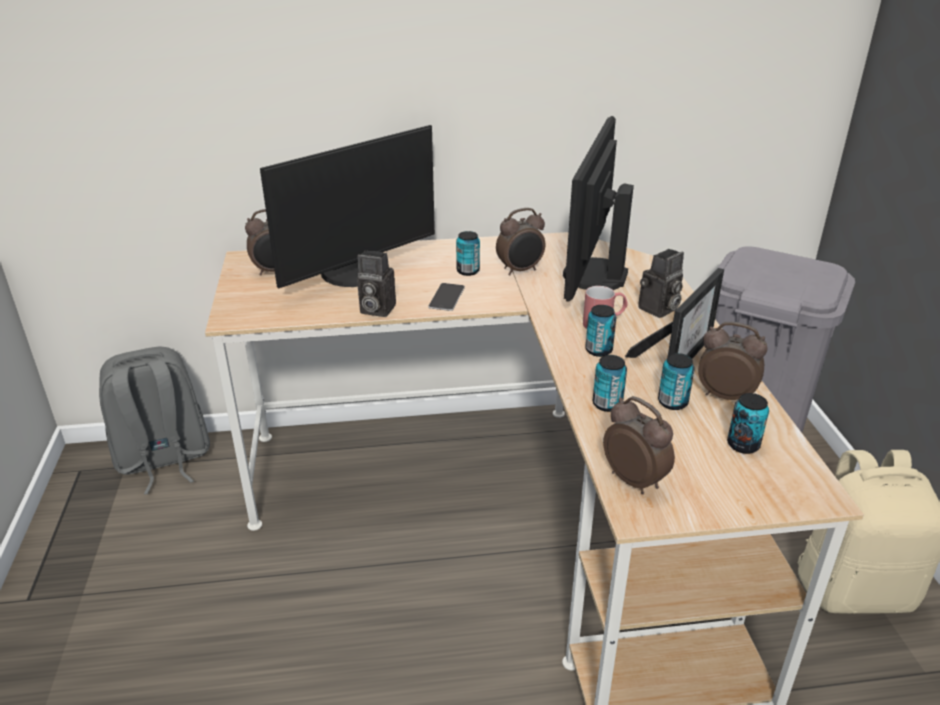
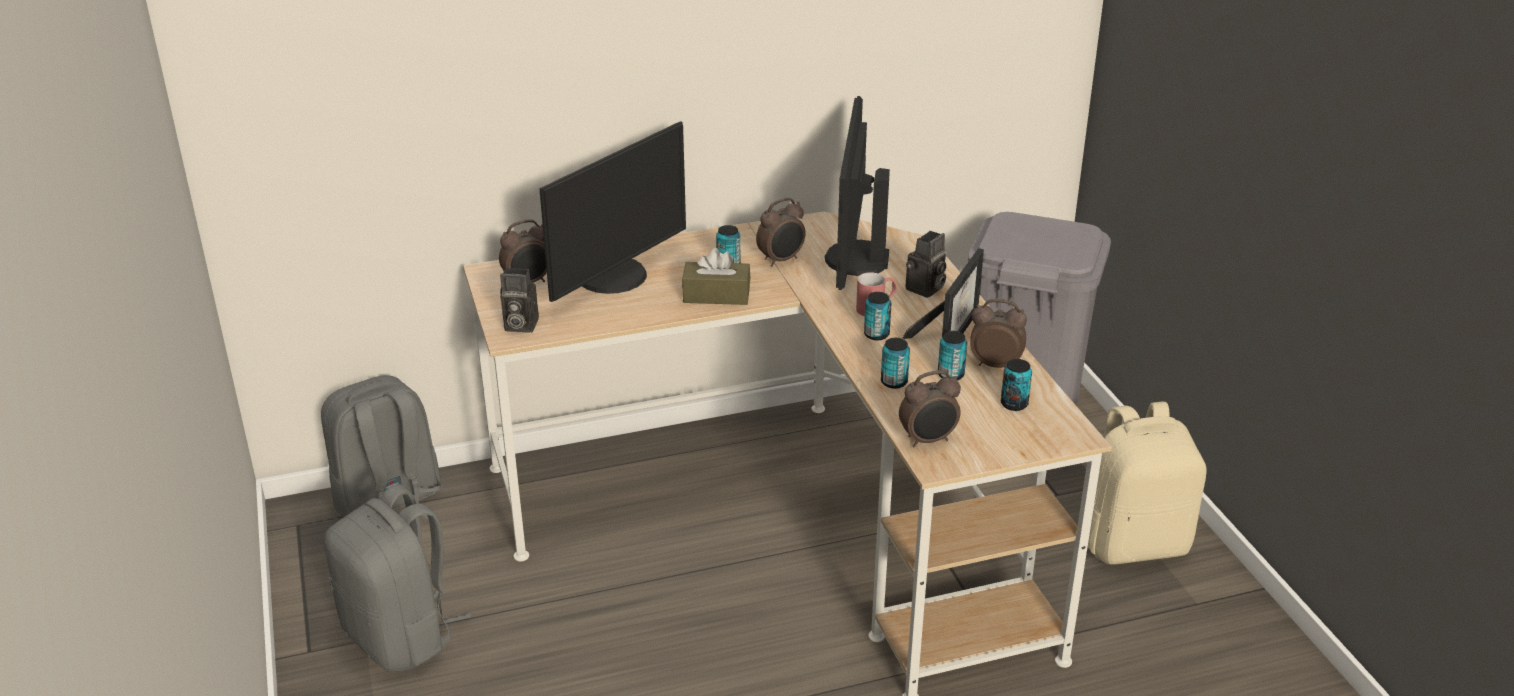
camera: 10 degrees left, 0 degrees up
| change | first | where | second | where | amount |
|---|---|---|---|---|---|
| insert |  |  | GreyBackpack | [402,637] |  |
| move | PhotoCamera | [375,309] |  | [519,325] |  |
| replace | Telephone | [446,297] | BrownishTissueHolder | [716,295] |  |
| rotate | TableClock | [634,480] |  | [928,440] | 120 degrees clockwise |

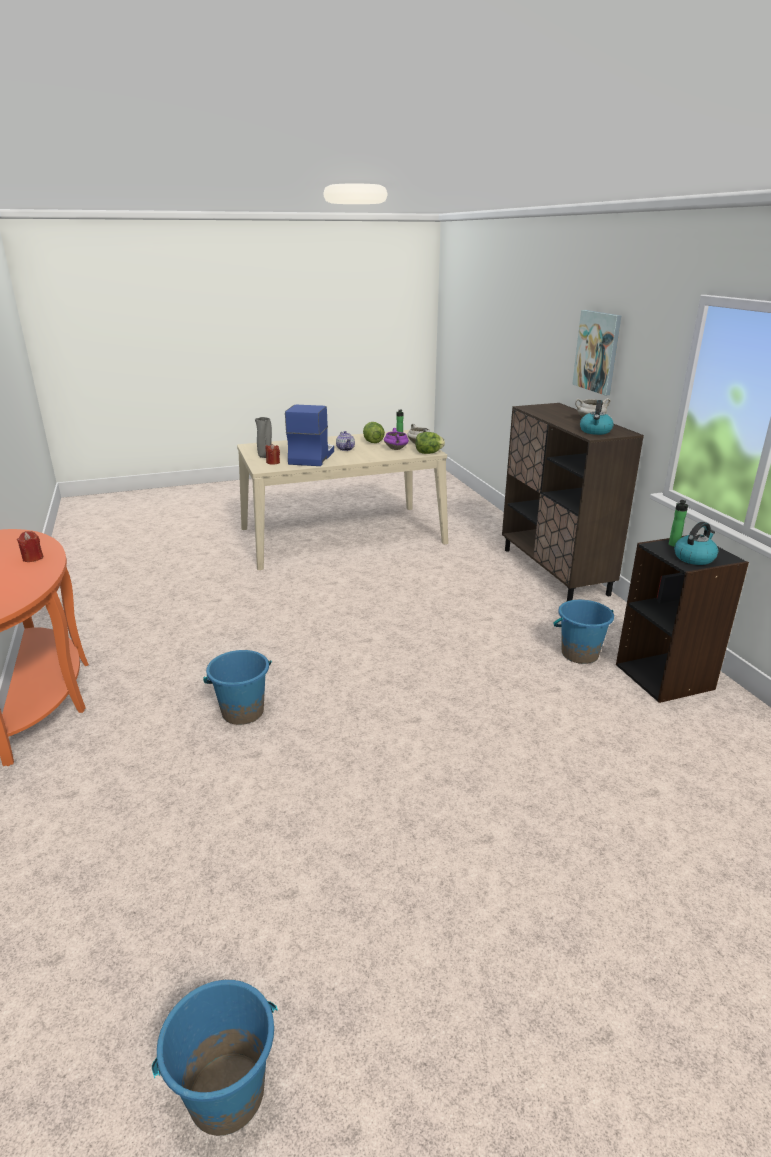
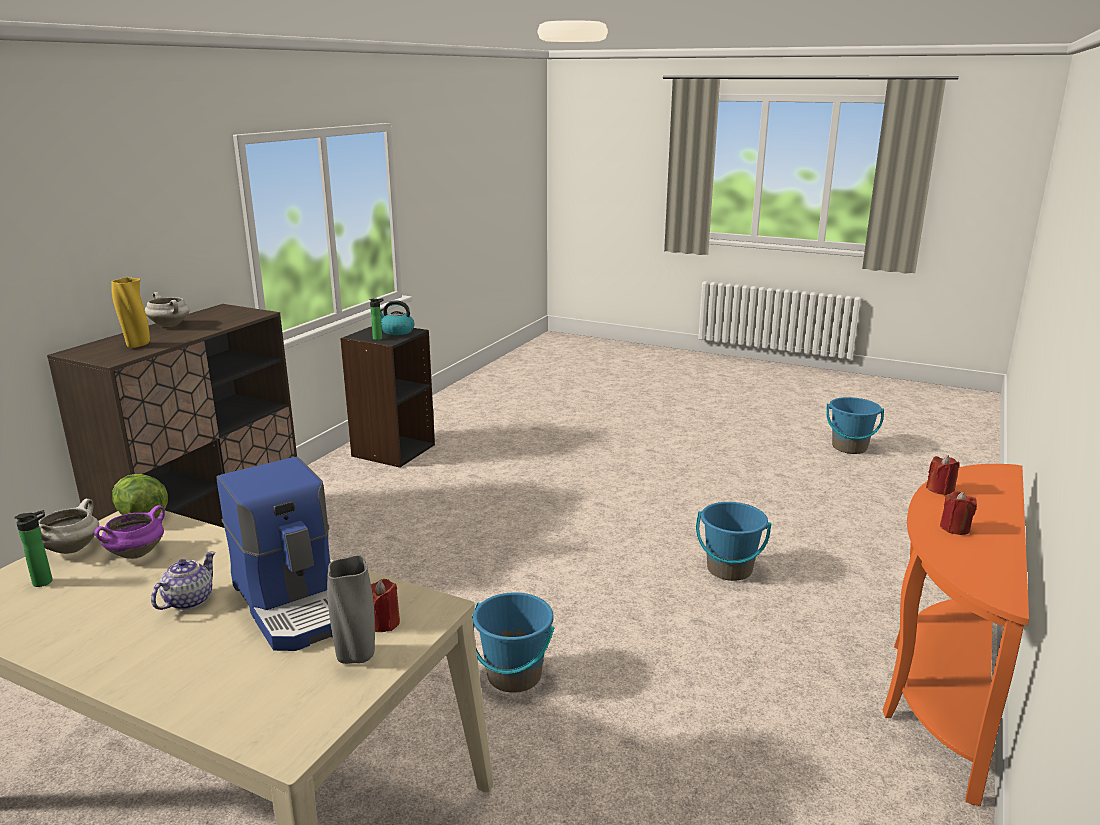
camera: 135 degrees left, 5 degrees down
| change | first | where | second | where | amount |
|---|---|---|---|---|---|
| delete | LettuceHead | [373,442] |  |  |  |
| delete | Picture | [597,351] |  |  |  |
| delete | WaterKettle | [595,431] |  |  |  |
| insert |  |  | YellowColouredDecorativeVase | [137,345] |  |
| insert |  |  | RedCandle | [940,489] |  |
| move | BlueWaterBucket | [579,654] |  | [514,676] |  |
| rotate | CoffeeMachine | [311,457] |  | [296,604] | 90 degrees counterclockwise |

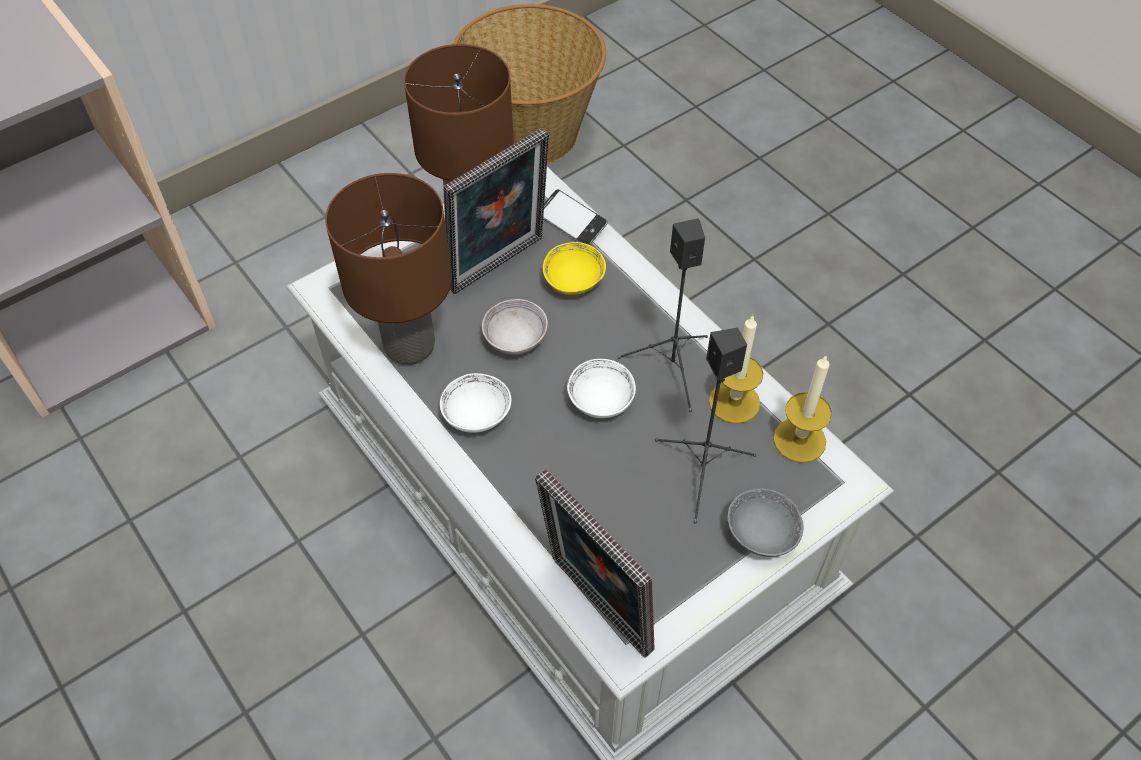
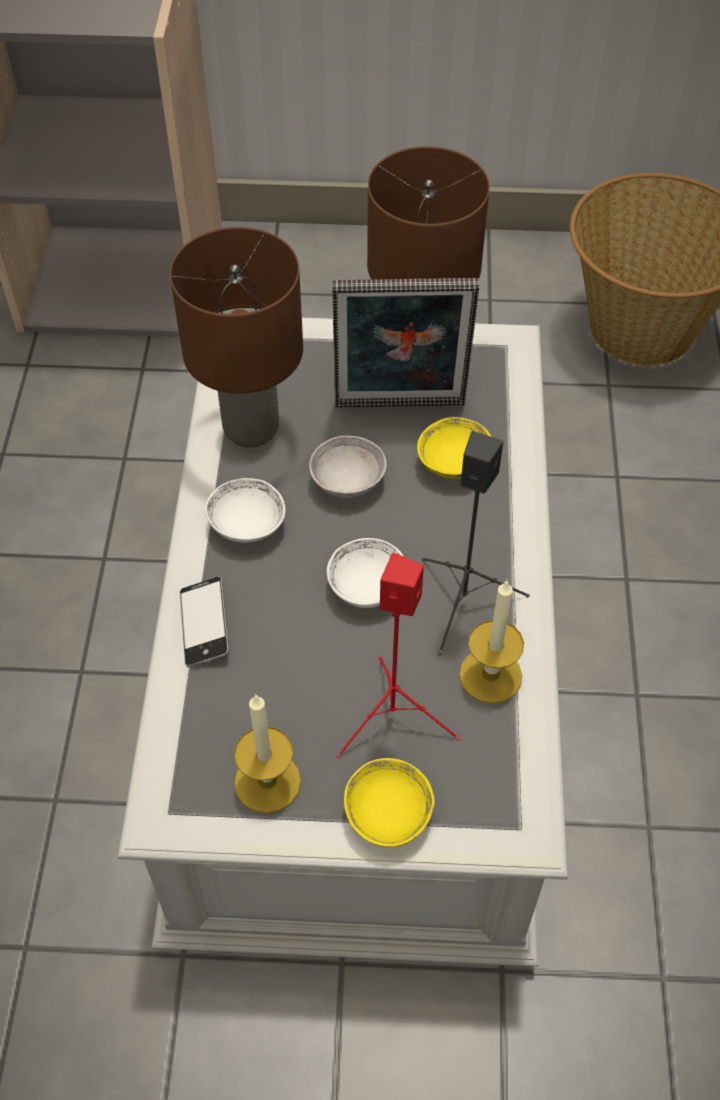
camera: 40 degrees right, 0 degrees up
| change | first | where | second | where | amount |
|---|---|---|---|---|---|
| delete | PictureFrame | [595,609] |  |  |  |
| move | Telephone | [571,222] |  | [204,626] |  |
| move | Candle | [799,440] |  | [267,782] |  |
| recolor | BlackishSpeaker | [702,473] | RedSpeaker | [391,718] |  |
| recolor | GreyServingBowl | [761,533] | YellowColouredServingBowl | [388,814] |  |

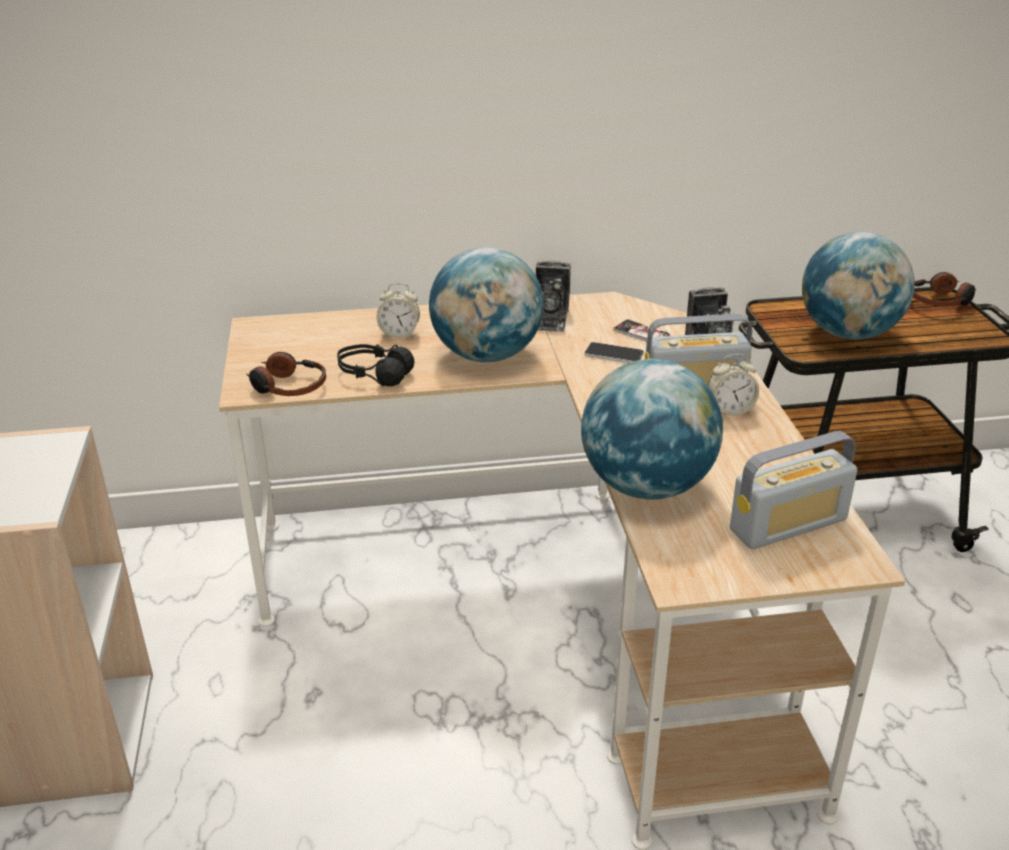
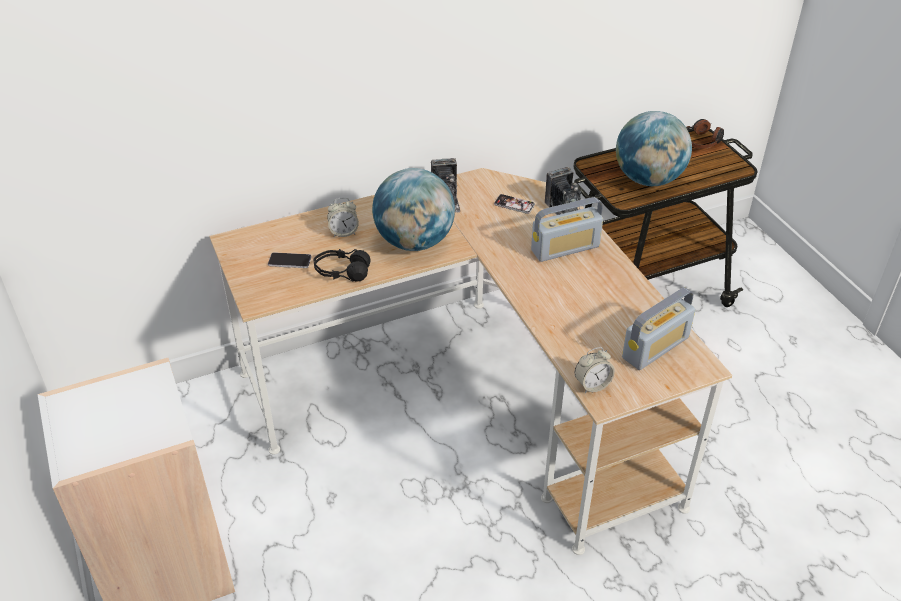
camera: 15 degrees left, 10 degrees up
| change | first | where | second | where | amount |
|---|---|---|---|---|---|
| delete | Headphones | [288,386] |  |  |  |
| delete | Globe | [647,486] |  |  |  |
| move | Telephone | [613,354] |  | [289,261] |  |
| move | TableClock | [730,410] |  | [592,385] |  |

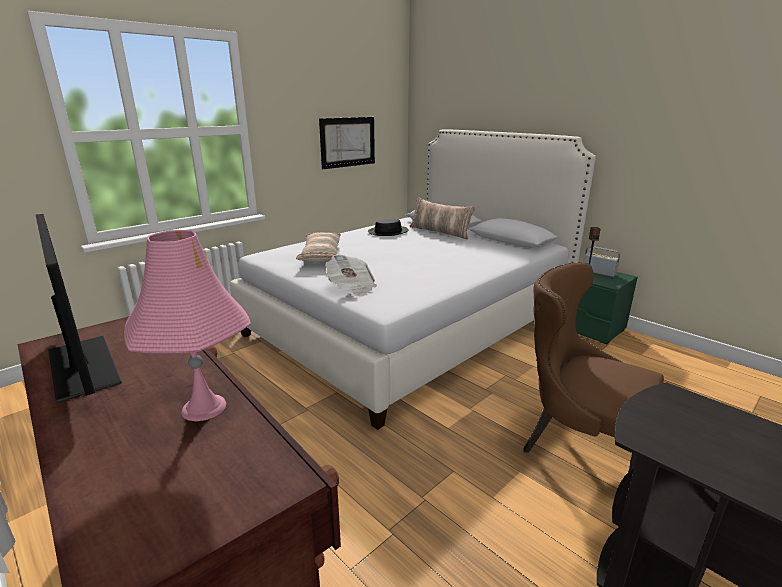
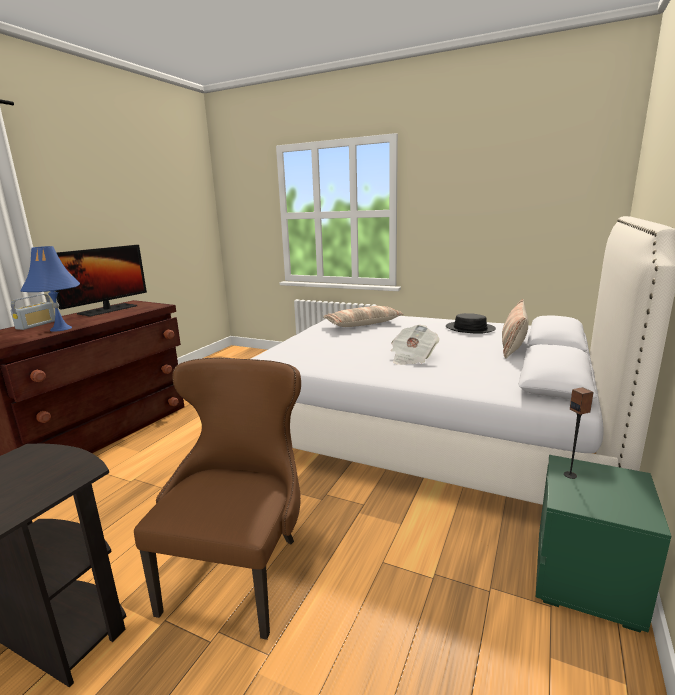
camera: 70 degrees right, 5 degrees down
| change | first | where | second | where | amount |
|---|---|---|---|---|---|
| delete | Picture | [348,142] |  |  |  |
| move | PrintedPaper | [351,288] |  | [412,358] |  |
| move | RadioReceiver | [598,272] |  | [36,325] |  |
| recolor | PinkTableLamp | [204,407] | BlueTableLamp | [61,328] |  |

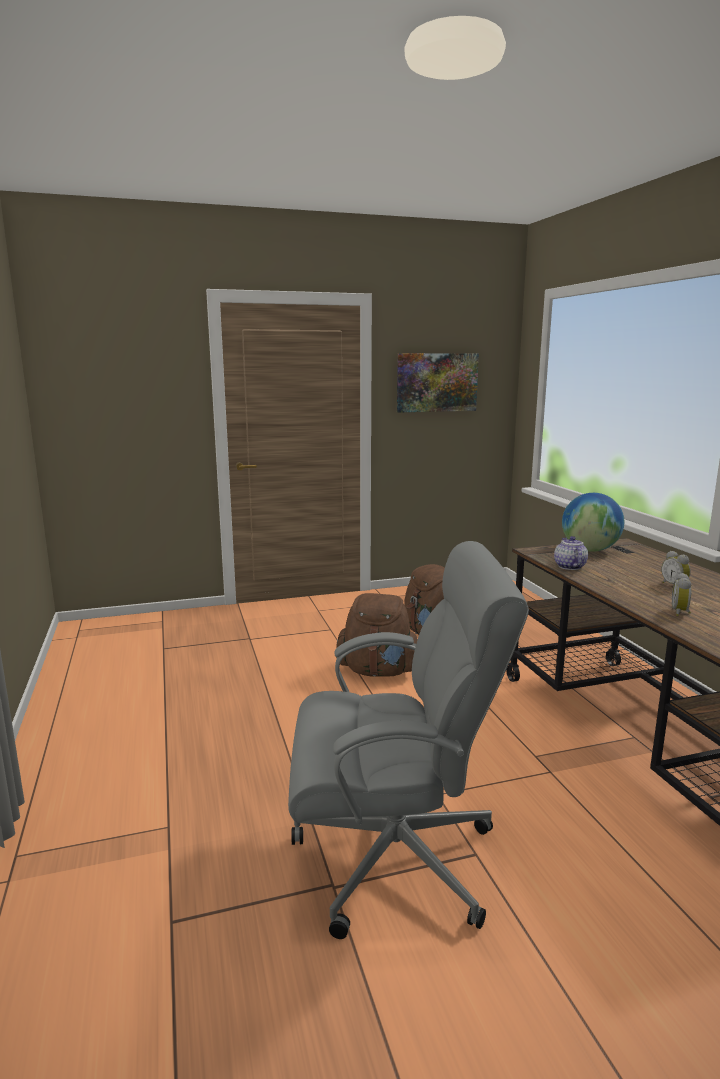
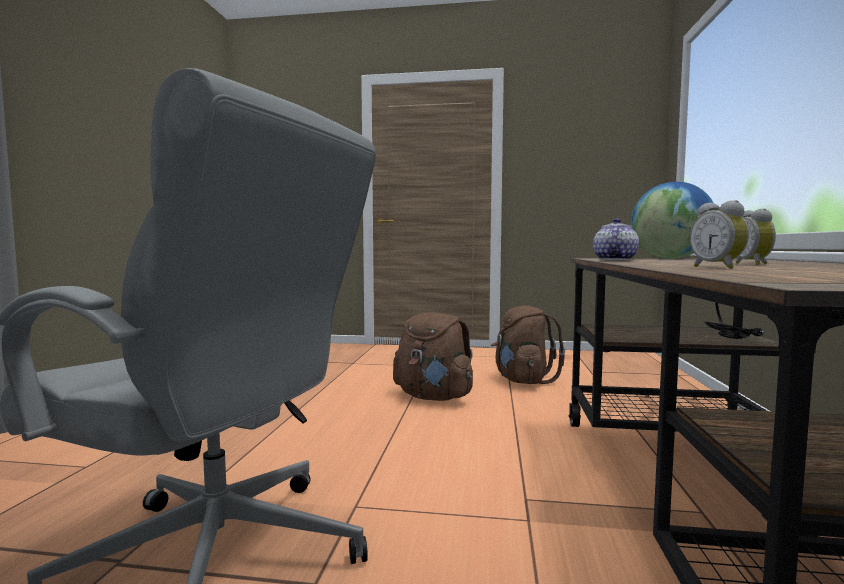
camera: 25 degrees right, 10 degrees down
| change | first | where | second | where | amount |
|---|---|---|---|---|---|
| delete | Picture | [436,382] |  |  |  |
| rotate | TableClock | [681,612] |  | [719,267] | 60 degrees counterclockwise |

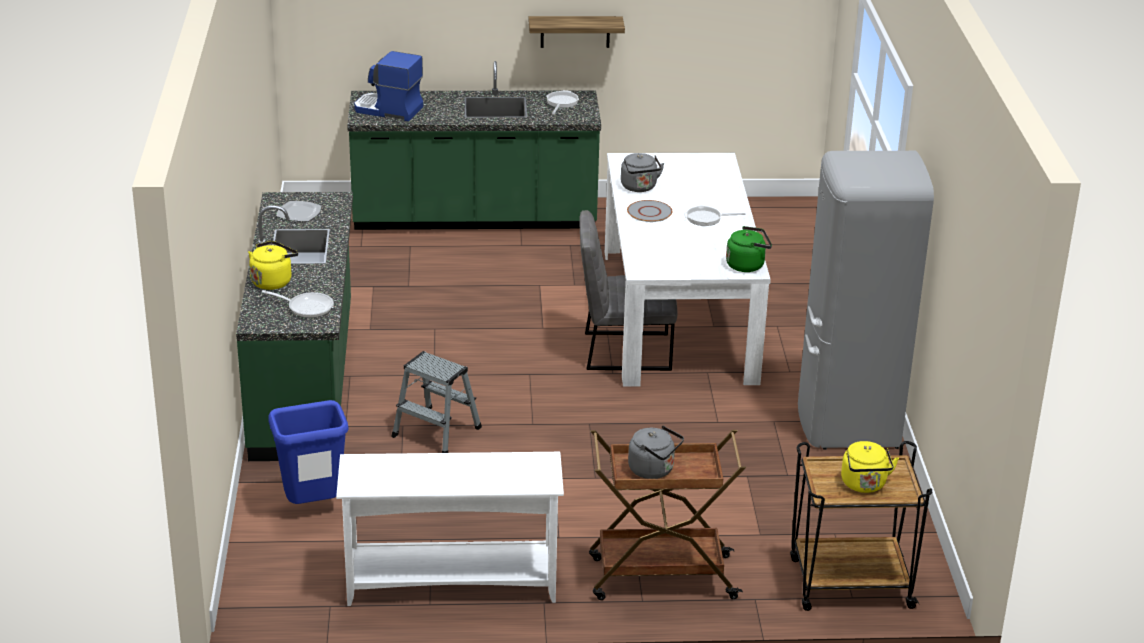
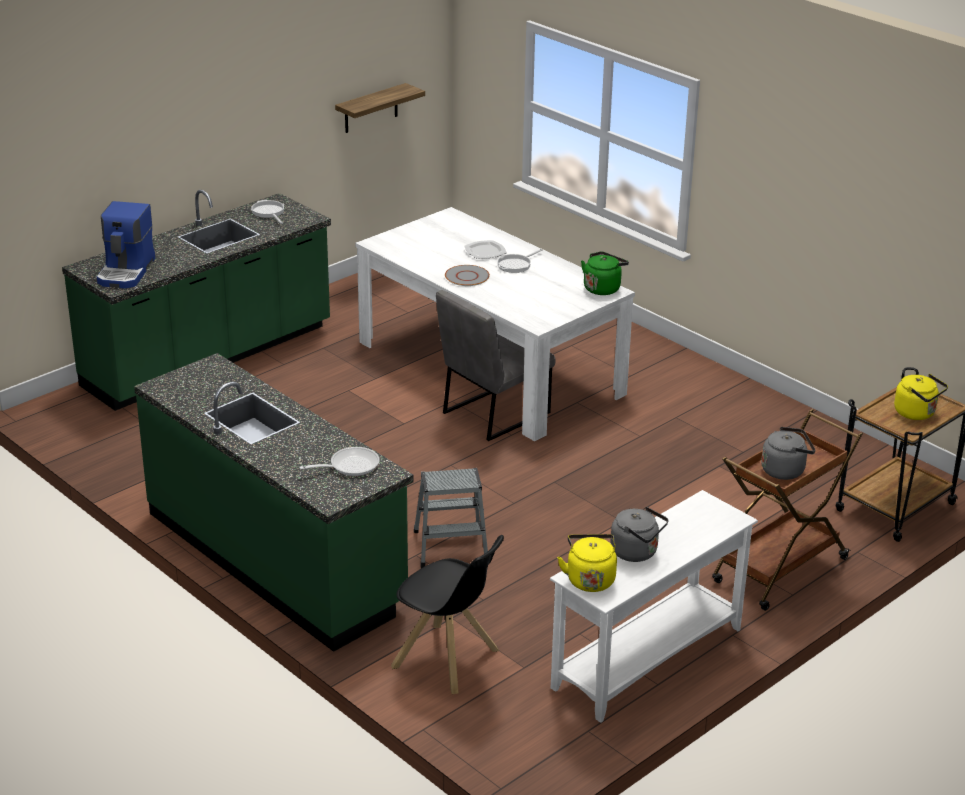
camera: 40 degrees left, 0 degrees up
| change | first | where | second | where | amount |
|---|---|---|---|---|---|
| delete | GreyFridge | [845,424] |  |  |  |
| move | YellowColouredWaterKettle | [273,281] |  | [590,579] |  |
| move | FlatDish | [299,213] |  | [485,251] |  |
| move | Shelf | [575,31] |  | [371,109] |  |
| move | GreyWaterKettle | [640,188] |  | [637,552] |  |
| replace | BlueRubbishBin | [312,507] | BlackishPlainChair | [448,660] |  |
| rotate | CoffeeMachine | [388,110] |  | [127,271] | 60 degrees counterclockwise |

